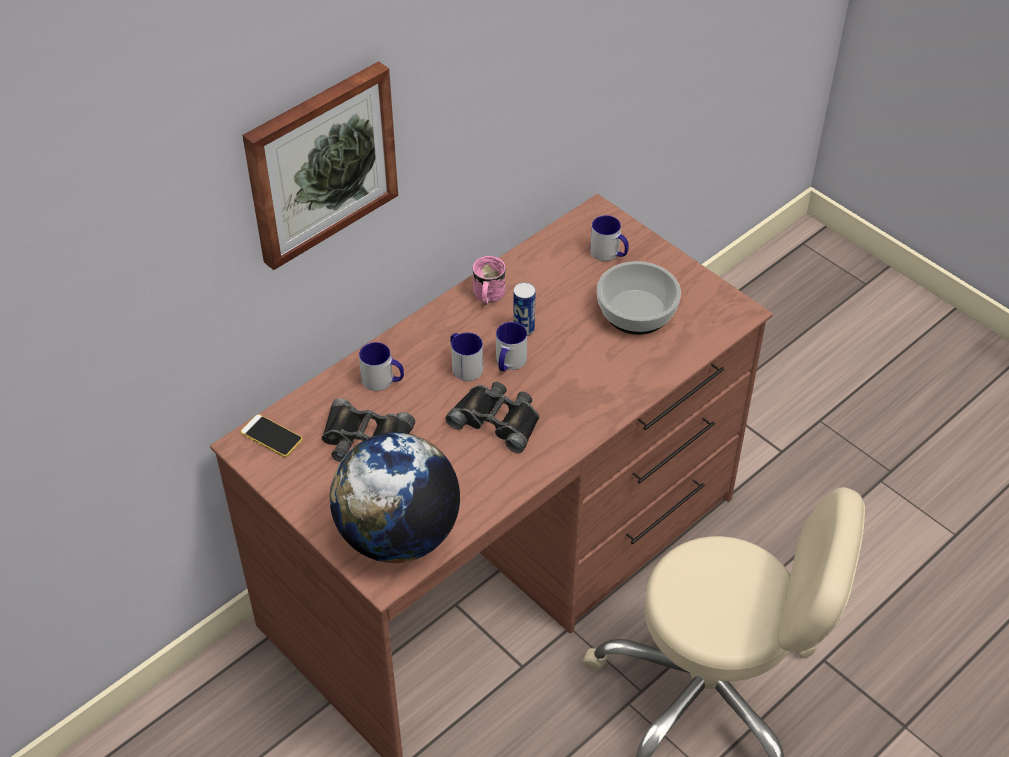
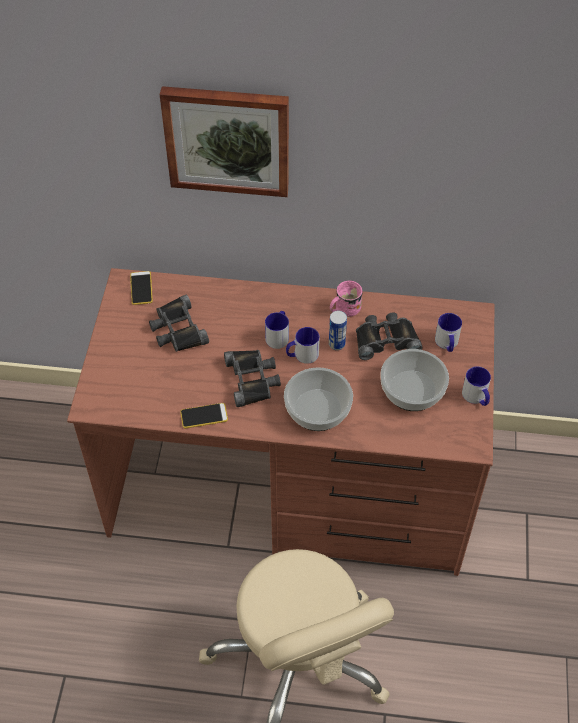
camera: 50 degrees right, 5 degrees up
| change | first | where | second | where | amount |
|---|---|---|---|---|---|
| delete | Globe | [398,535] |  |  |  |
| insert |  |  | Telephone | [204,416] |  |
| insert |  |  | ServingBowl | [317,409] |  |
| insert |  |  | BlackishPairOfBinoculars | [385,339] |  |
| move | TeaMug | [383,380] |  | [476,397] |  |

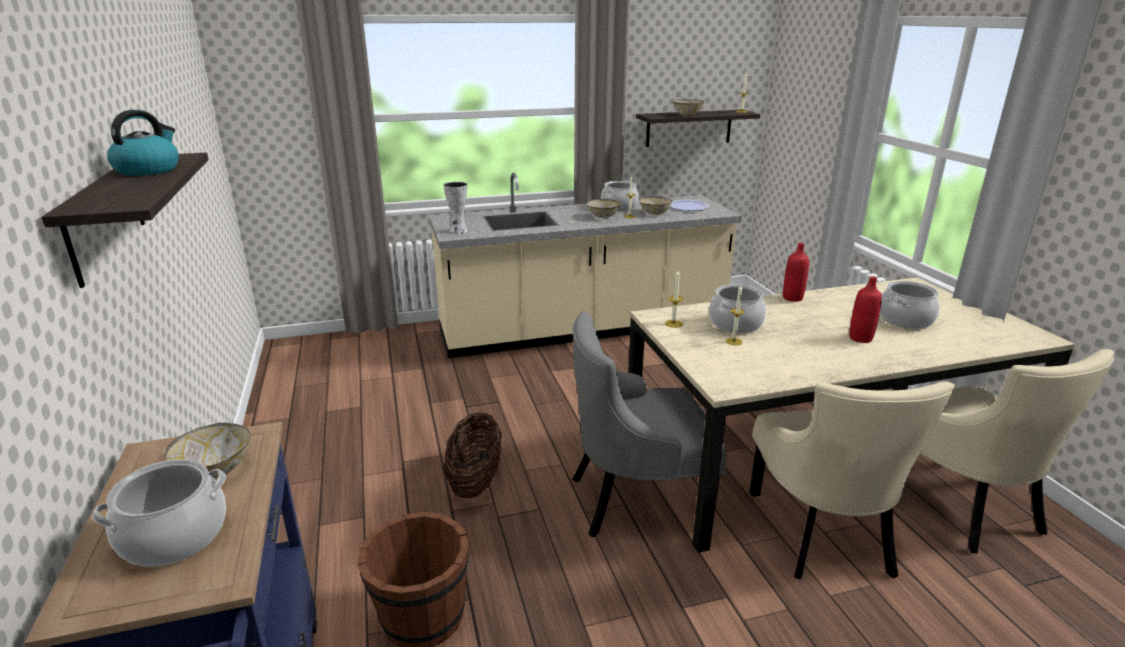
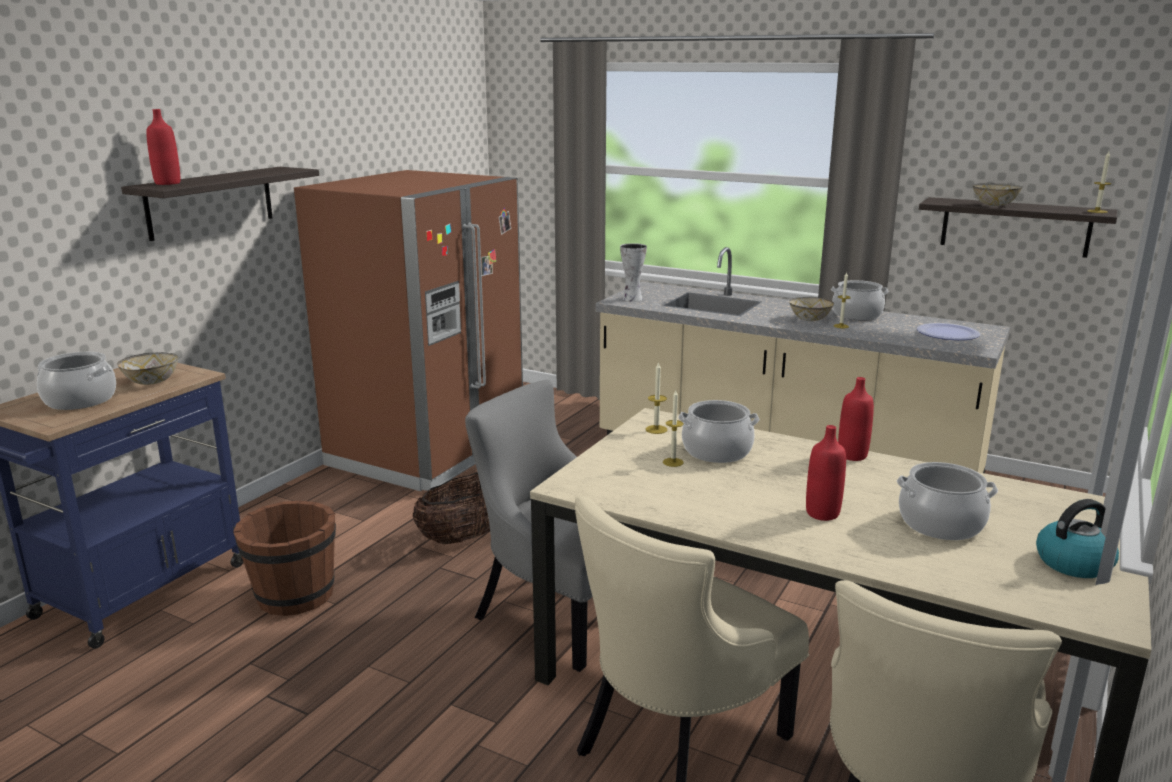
camera: 45 degrees right, 5 degrees down
| change | first | where | second | where | amount |
|---|---|---|---|---|---|
| delete | ServingBowl | [654,213] |  |  |  |
| insert |  |  | RedBottle | [167,183] |  |
| insert |  |  | BrownishFridge | [427,451] |  |
| move | WaterKettle | [148,170] |  | [1074,562] |  |

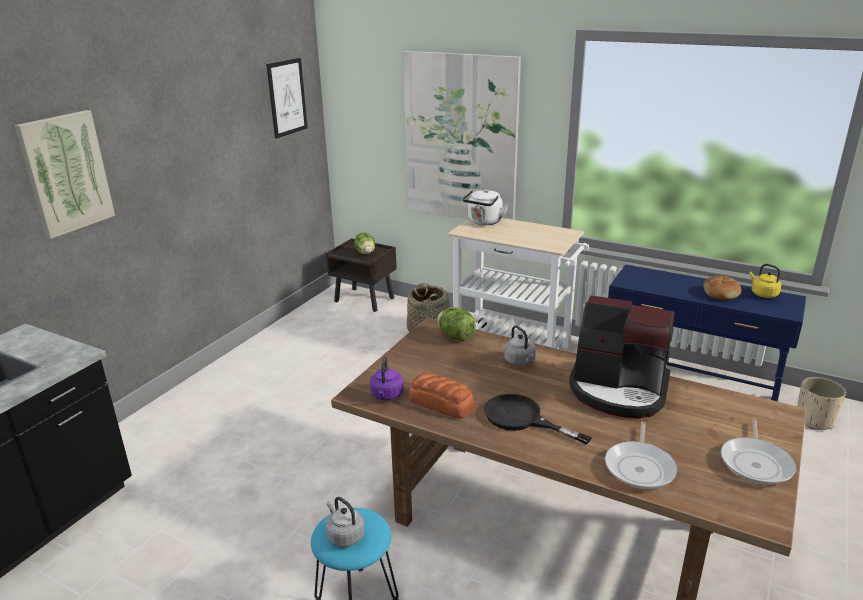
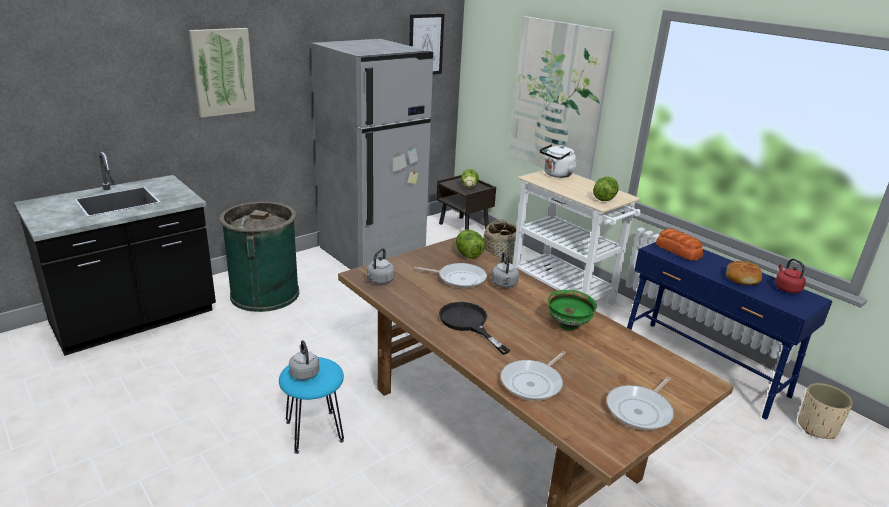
camera: 20 degrees right, 0 degrees up
| change | first | where | second | where | amount |
|---|---|---|---|---|---|
| insert |  |  | GreenRubbishBin | [265,294] |  |
| insert |  |  | GreyFridge | [372,252] |  |
| insert |  |  | Skillet | [459,278] |  |
| insert |  |  | LettuceHead | [604,199] |  |
| move | BakeryBread | [442,403] |  | [678,251] |  |
| replace | CoffeeMachine | [619,390] | GreenServingBowl | [569,325] |  |
| recolor | PurpleColouredWaterKettle | [387,396] | GreyWaterKettle | [379,281] |  |
| recolor | YellowColouredWaterKettle | [763,294] | RedWaterKettle | [786,288] |  |

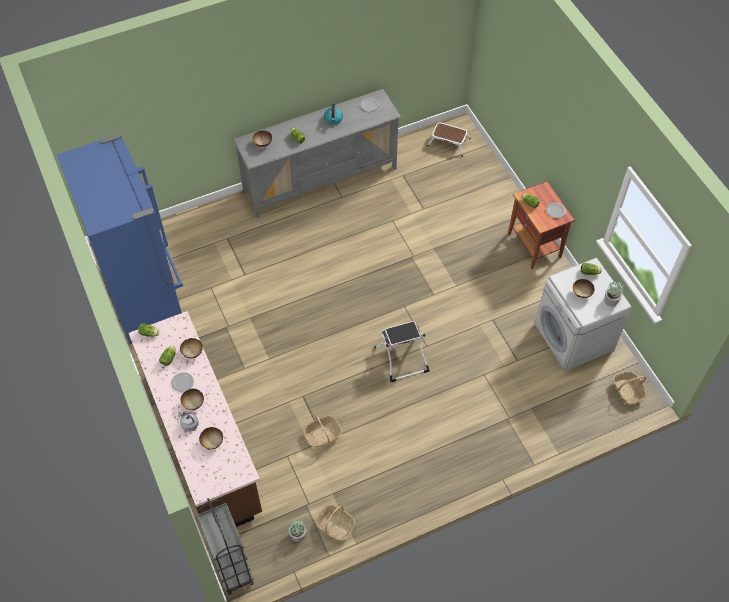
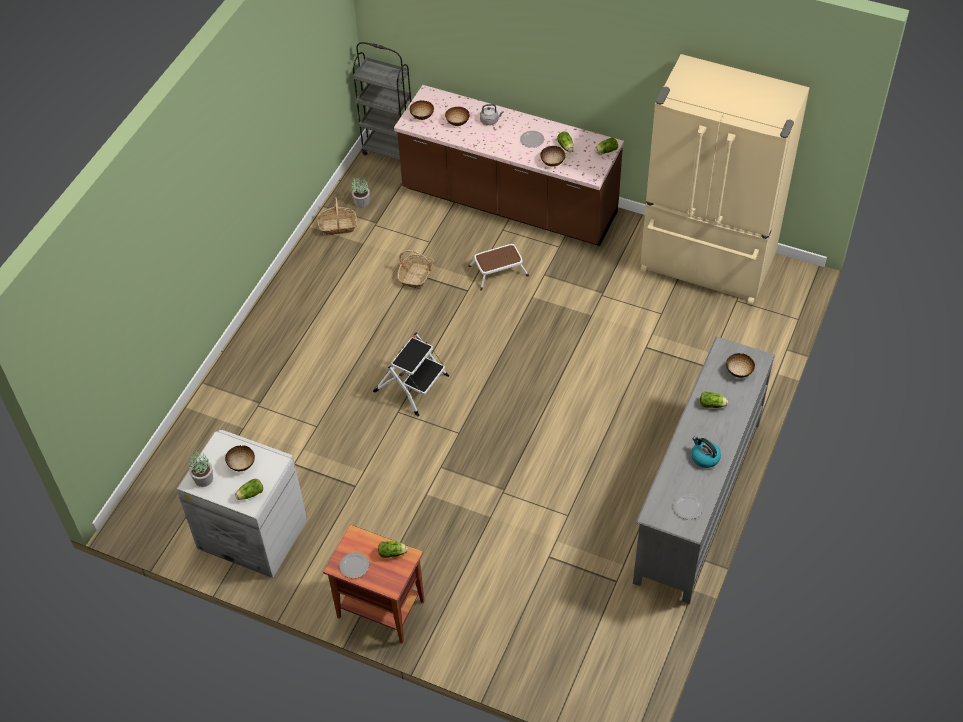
camera: 140 degrees right, 5 degrees down
| change | first | where | second | where | amount |
|---|---|---|---|---|---|
| delete | HouseholdBasket | [627,391] |  |  |  |
| move | ServingBowl | [193,403] |  | [422,116] |  |
| move | BrownishStepLadder | [448,142] |  | [498,270] |  |
| recolor | BlueFridge | [145,296] | BeigeColouredFridge | [707,265] |  |

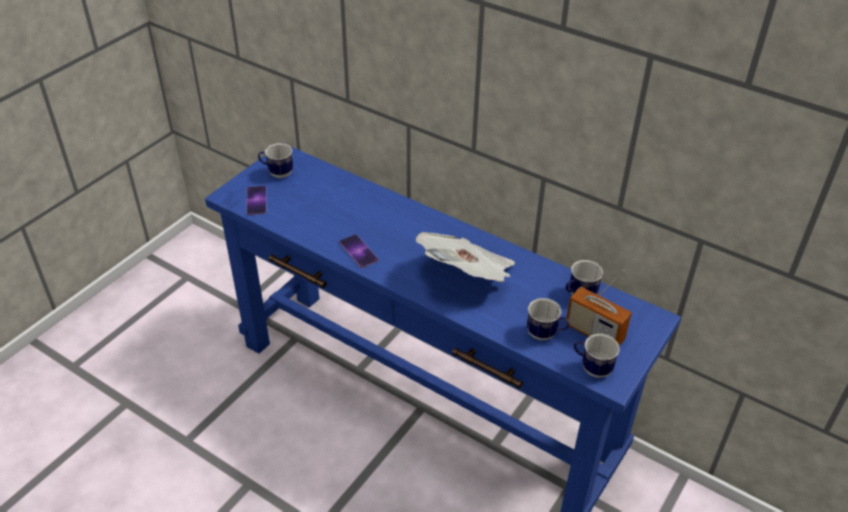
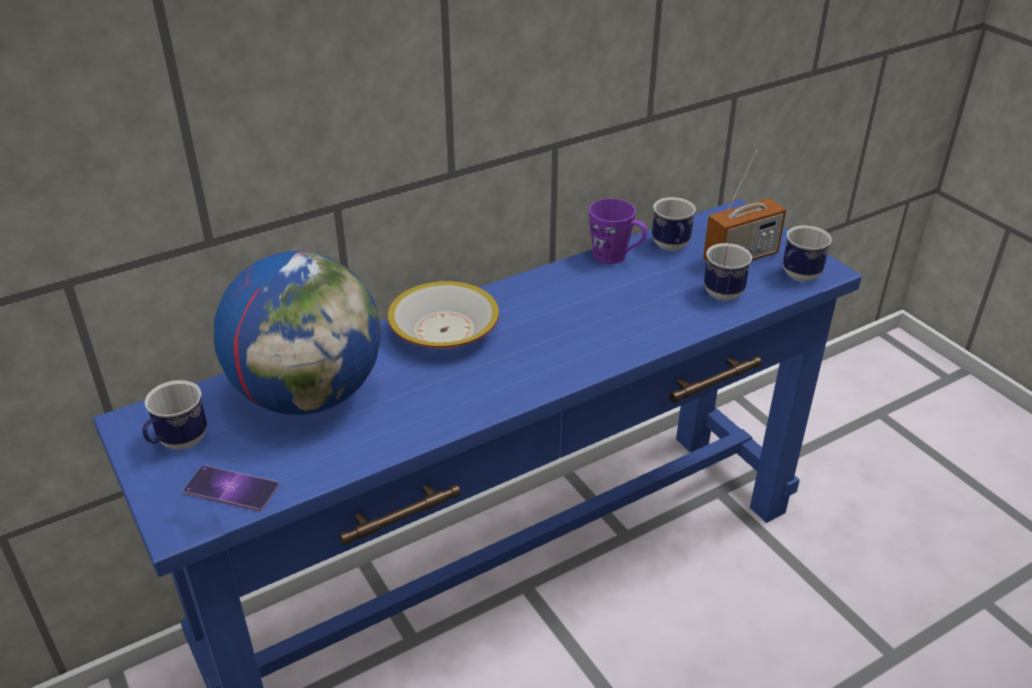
camera: 65 degrees left, 5 degrees down
| change | first | where | second | where | amount |
|---|---|---|---|---|---|
| delete | Telephone | [358,251] |  |  |  |
| delete | PrintedPaper | [467,275] |  |  |  |
| insert |  |  | Globe | [309,395] |  |
| insert |  |  | ServingBowl | [444,331] |  |
| insert |  |  | PurpleColouredTeaMug | [615,257] |  |

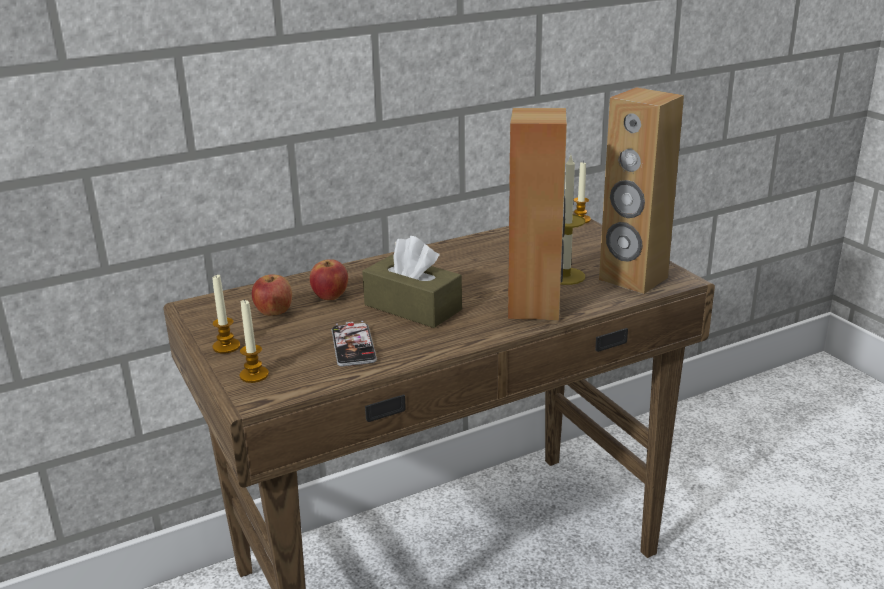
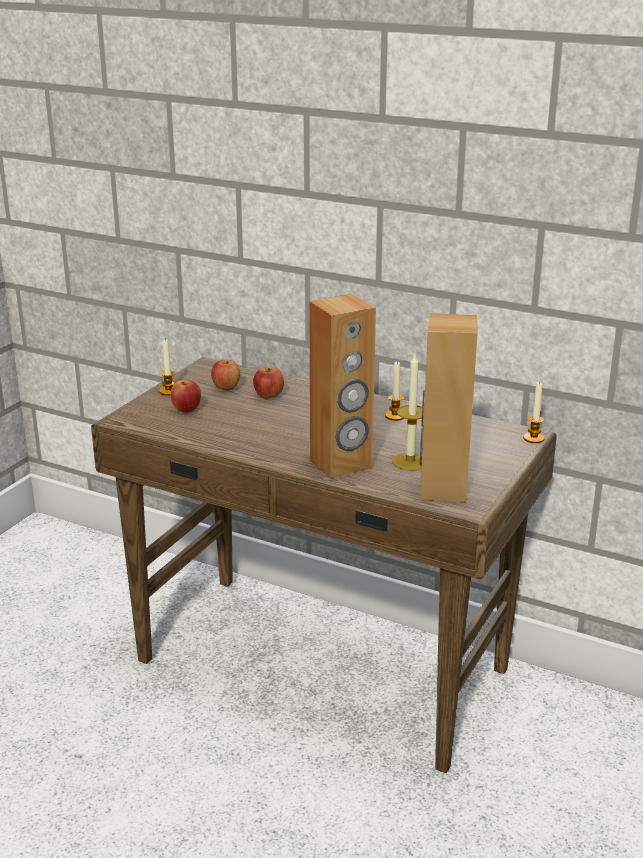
camera: 55 degrees right, 0 degrees up
| change | first | where | second | where | amount |
|---|---|---|---|---|---|
| delete | Telephone | [353,346] |  |  |  |
| delete | BrownishTissueHolder | [412,307] |  |  |  |
| insert |  |  | WholeApple | [186,409] |  |
| move | Candle | [254,375] |  | [395,416] |  |

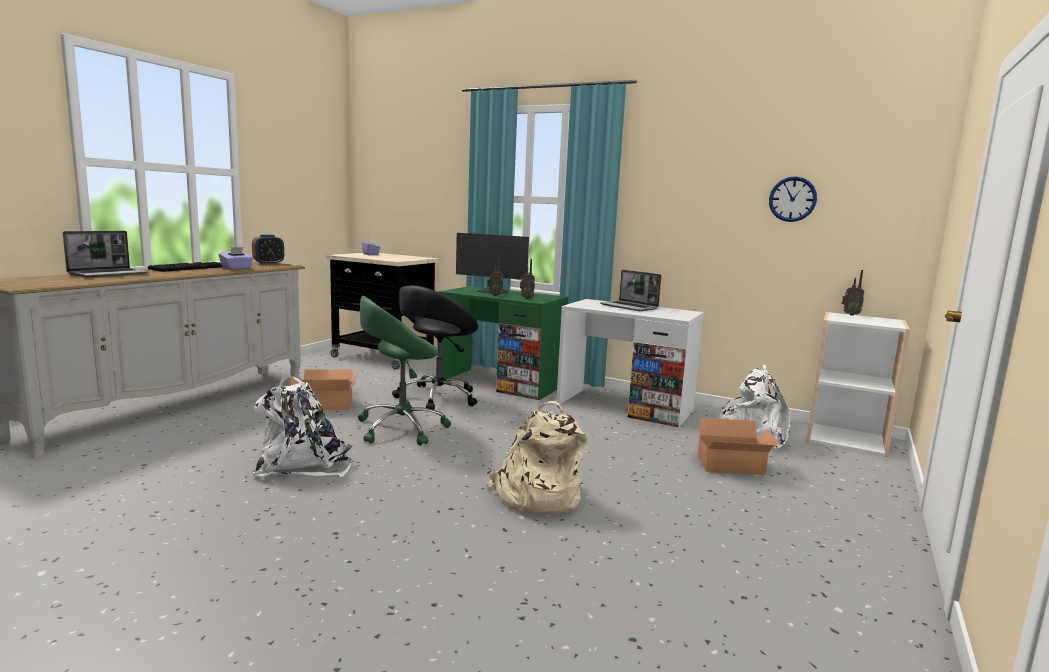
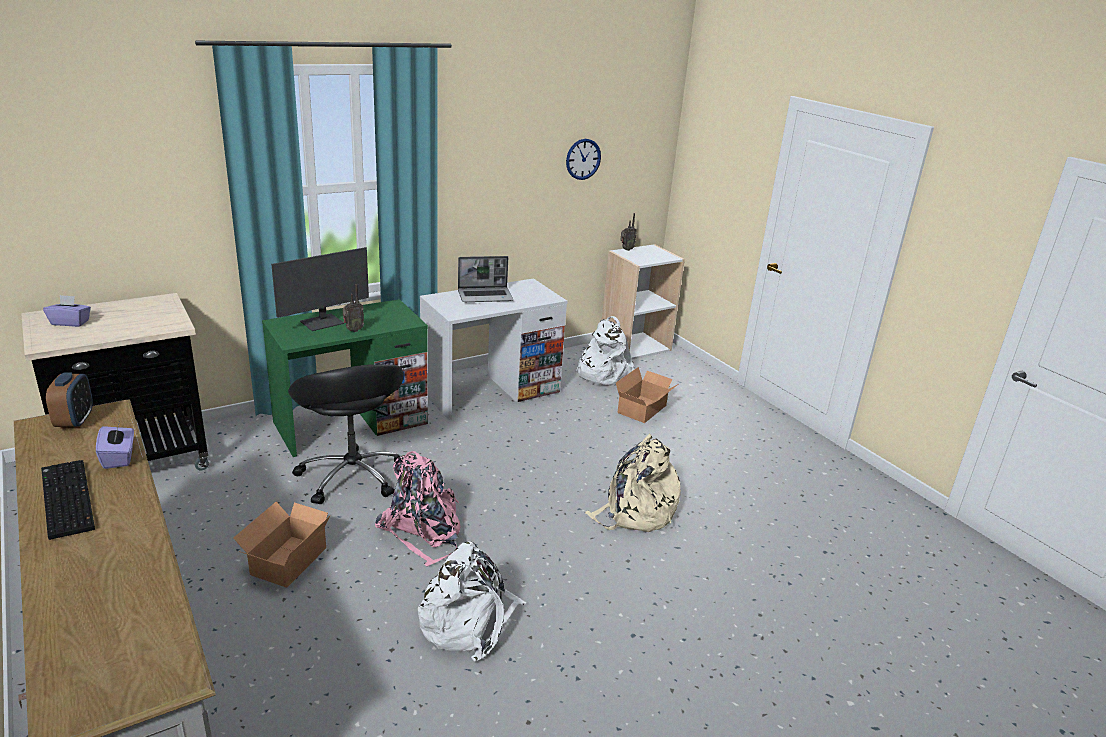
camera: 60 degrees left, 15 degrees up
| change | first | where | second | where | amount |
|---|---|---|---|---|---|
| delete | NotebookComputer | [109,274] |  |  |  |
| delete | RadioReceiver | [527,298] |  |  |  |
| replace | GreenOfficeChair | [399,428] | PinkBackpack | [423,531] |  |

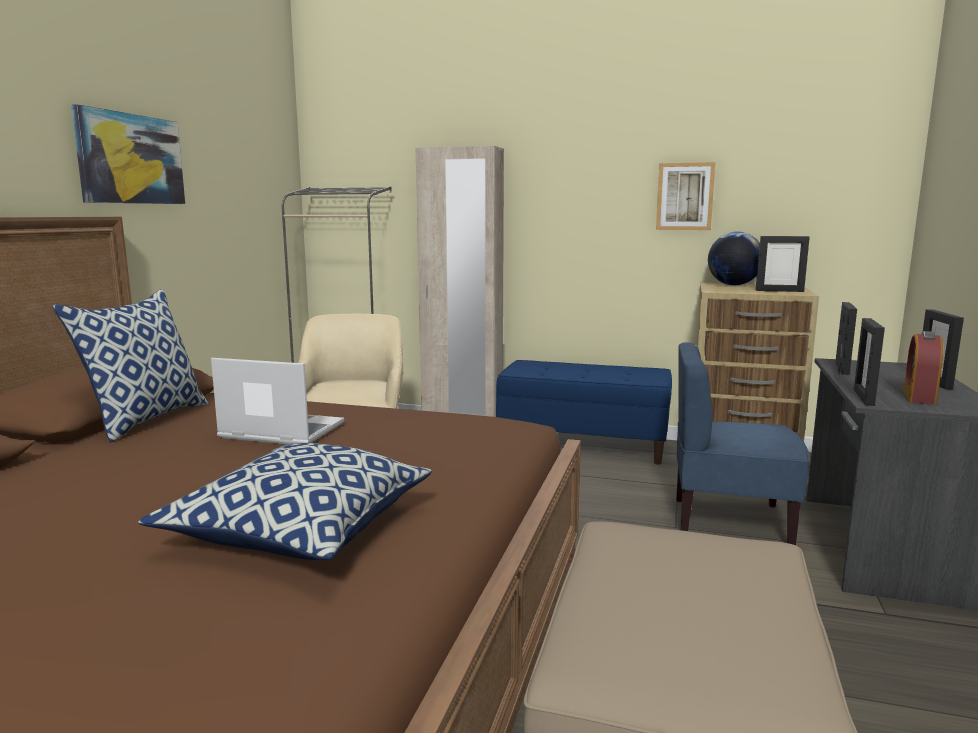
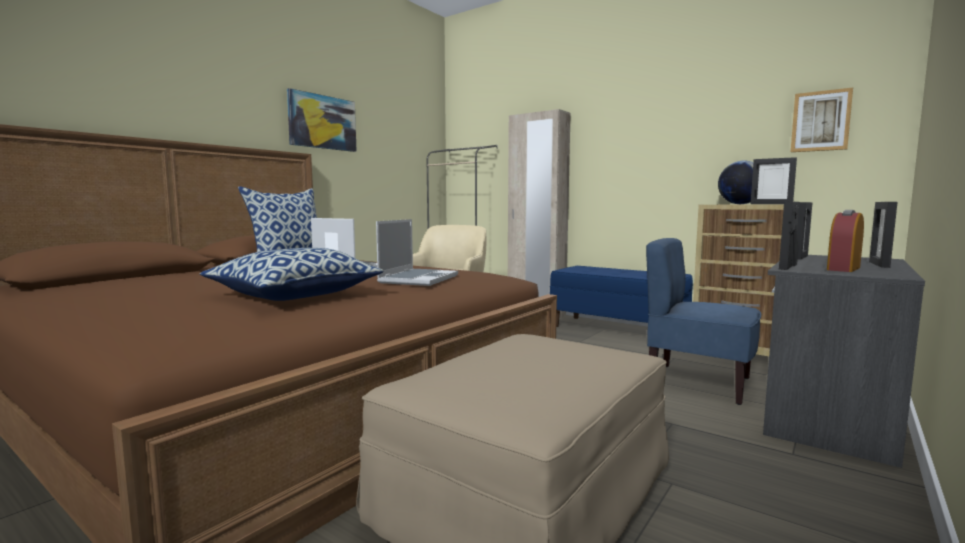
camera: 20 degrees right, 5 degrees down
| change | first | where | second | where | amount |
|---|---|---|---|---|---|
| insert |  |  | NotebookComputer | [418,279] |  |
| move | Picture | [685,196] |  | [820,121] |  |

